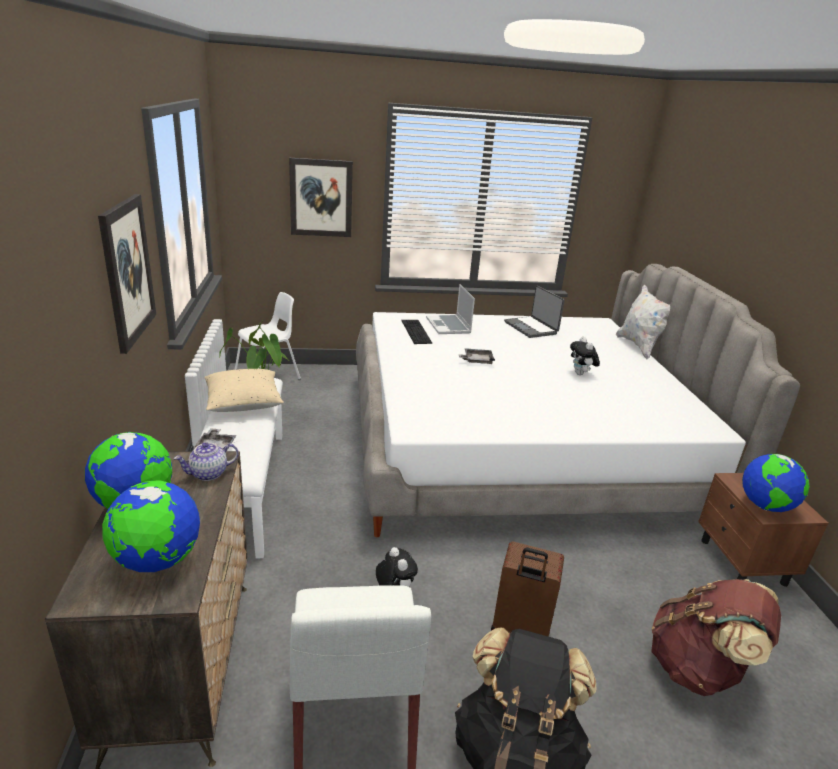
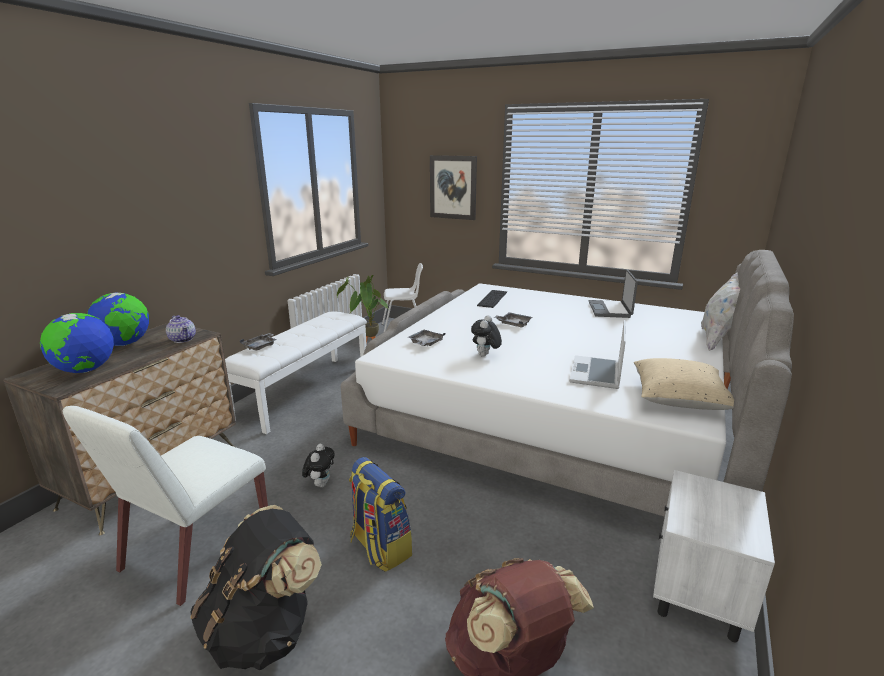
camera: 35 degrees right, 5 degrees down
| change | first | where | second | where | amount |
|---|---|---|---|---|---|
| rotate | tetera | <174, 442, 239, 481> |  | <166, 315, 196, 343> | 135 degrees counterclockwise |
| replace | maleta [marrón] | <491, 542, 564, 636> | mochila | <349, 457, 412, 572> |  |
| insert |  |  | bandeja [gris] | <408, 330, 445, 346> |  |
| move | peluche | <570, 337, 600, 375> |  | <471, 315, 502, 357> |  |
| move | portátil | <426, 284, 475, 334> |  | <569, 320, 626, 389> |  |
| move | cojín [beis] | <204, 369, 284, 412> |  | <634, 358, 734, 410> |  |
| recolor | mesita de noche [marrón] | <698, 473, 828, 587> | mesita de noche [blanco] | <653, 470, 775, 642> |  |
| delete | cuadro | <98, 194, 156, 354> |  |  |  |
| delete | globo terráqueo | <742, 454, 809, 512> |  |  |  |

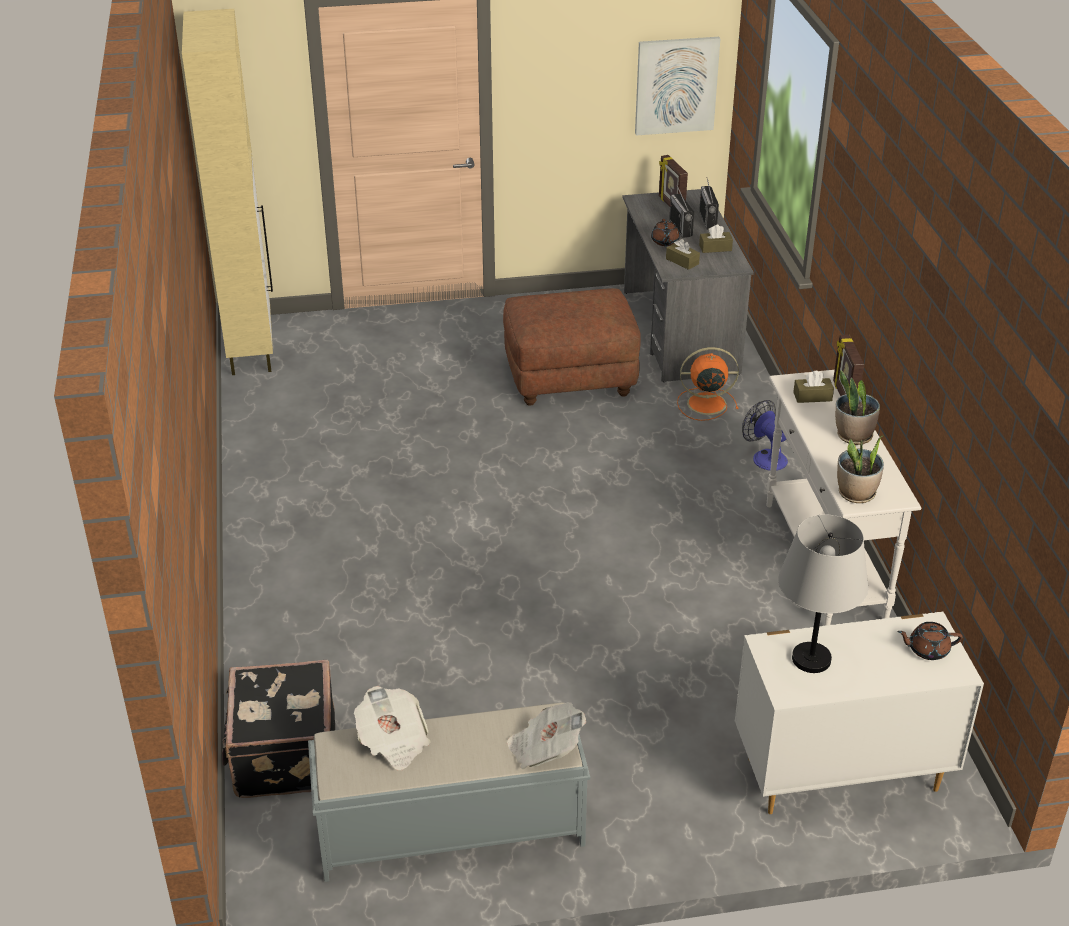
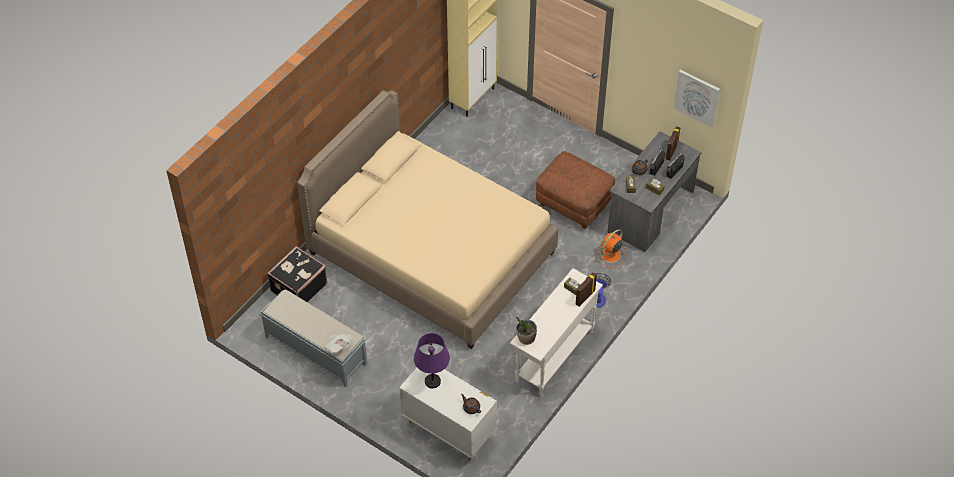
camera: 45 degrees right, 15 degrees up
| change | first | where | second | where | amount |
|---|---|---|---|---|---|
| insert |  |  | cama [beis] | <297, 90, 559, 349> |  |
| recolor | lámpara de mesa [gris] | <778, 515, 868, 673> | lámpara de mesa [morado] | <414, 333, 450, 388> |  |
| rotate | ventilador [naranja] | <677, 347, 739, 421> |  | <595, 229, 625, 268> | 90 degrees counterclockwise |
| delete | periódico | <354, 686, 430, 770> |  |  |  |
| delete | planta en maceta | <835, 370, 880, 445> |  |  |  |

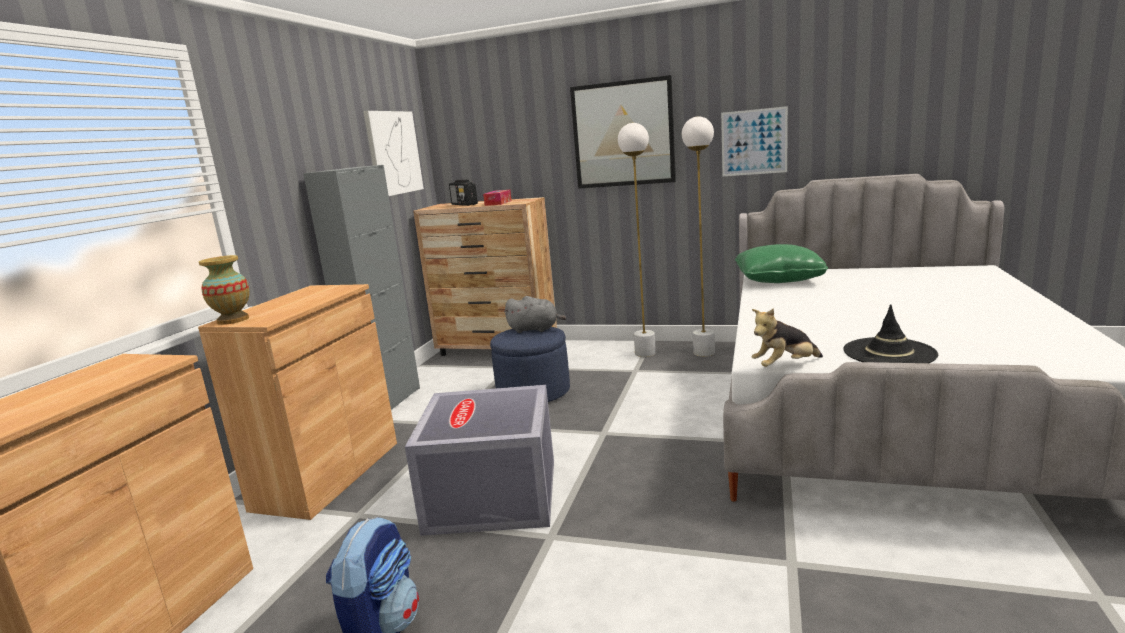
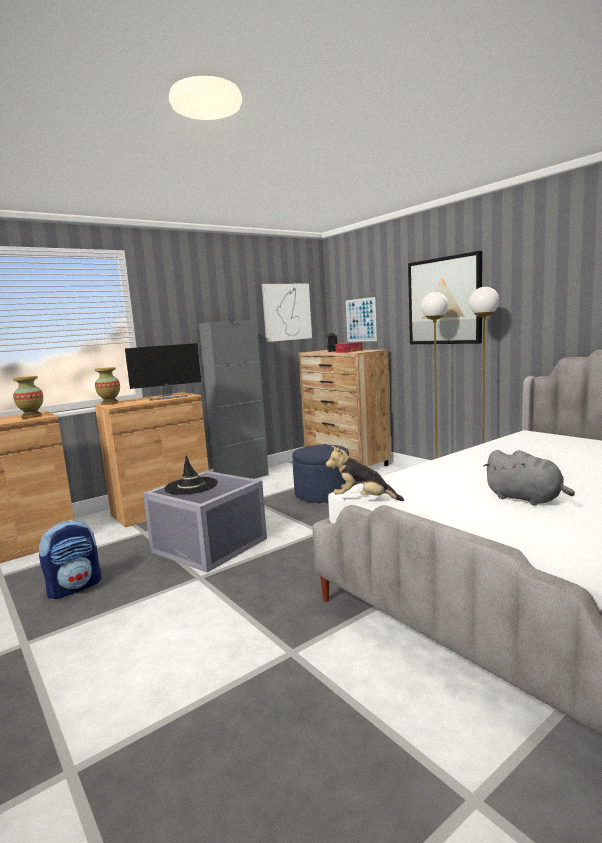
camera: 35 degrees right, 5 degrees down
| change | first | where | second | where | amount |
|---|---|---|---|---|---|
| insert |  |  | florero | <13, 376, 43, 418> |  |
| insert |  |  | monitor | <125, 343, 201, 401> |  |
| move | sombrero [negro] | <844, 304, 938, 363> |  | <164, 456, 218, 495> |  |
| move | cuadro | <721, 106, 788, 176> |  | <346, 297, 377, 342> |  |
| move | peluche [gris] | <504, 296, 566, 333> |  | <483, 450, 575, 505> |  |
| delete | cojín [verde] | <735, 244, 828, 283> |  |  |  |

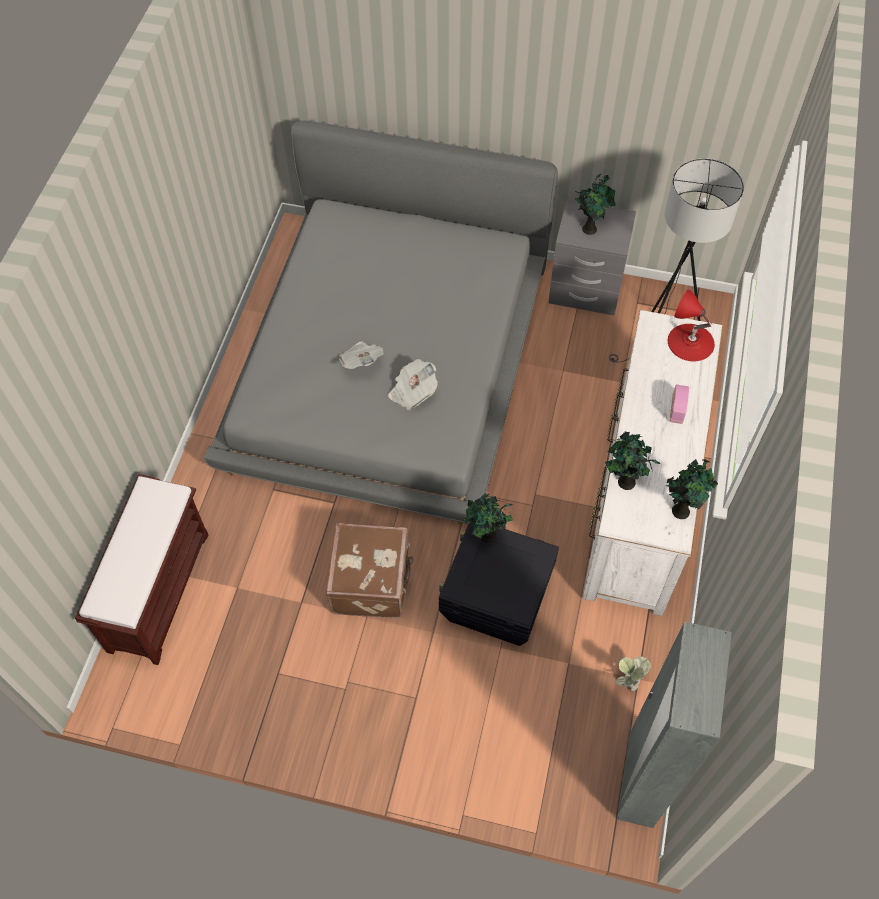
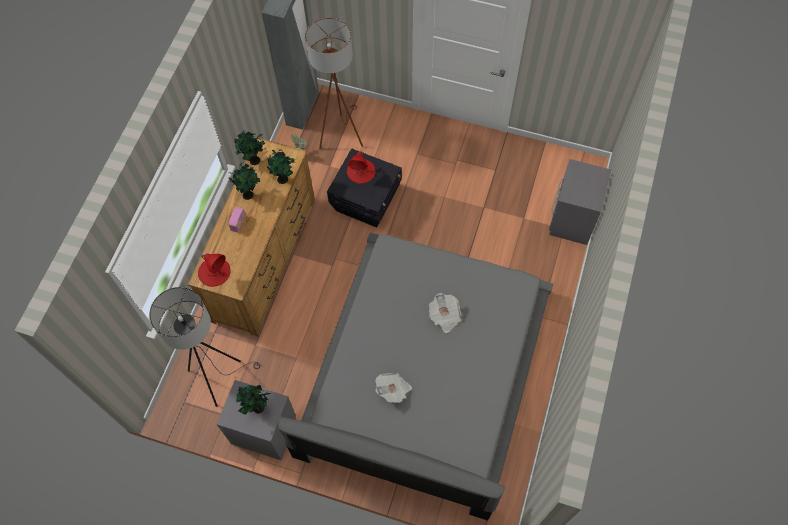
camera: 175 degrees left, 5 degrees up
| change | first | where | second | where | amount |
|---|---|---|---|---|---|
| recolor | cómoda [blanco] | <582, 310, 723, 616> | cómoda [marrón] | <188, 137, 315, 337> |  |
| move | planta en maceta | <464, 493, 513, 543> |  | <229, 163, 260, 200> |  |
| insert |  |  | lámpara de pie [marrón] | <305, 18, 363, 149> |  |
| insert |  |  | lámpara de mesa [rojo] | <347, 151, 376, 184> |  |
| move | periódico | <388, 359, 438, 410> |  | <375, 373, 412, 403> |  |
| replace | banco [marrón] | <75, 474, 208, 665> | mesita de noche [gris] | <549, 159, 611, 245> |  |
| delete | maleta [marrón] | <326, 523, 414, 618> |  |  |  |

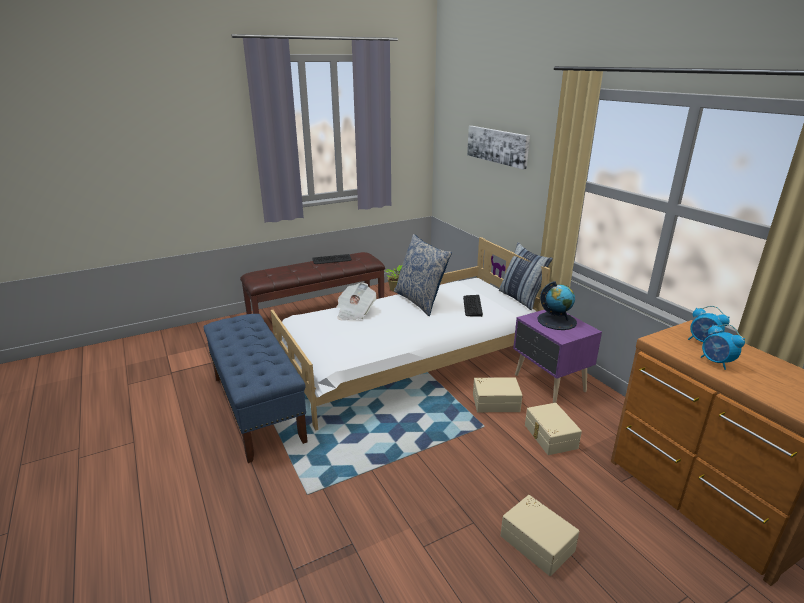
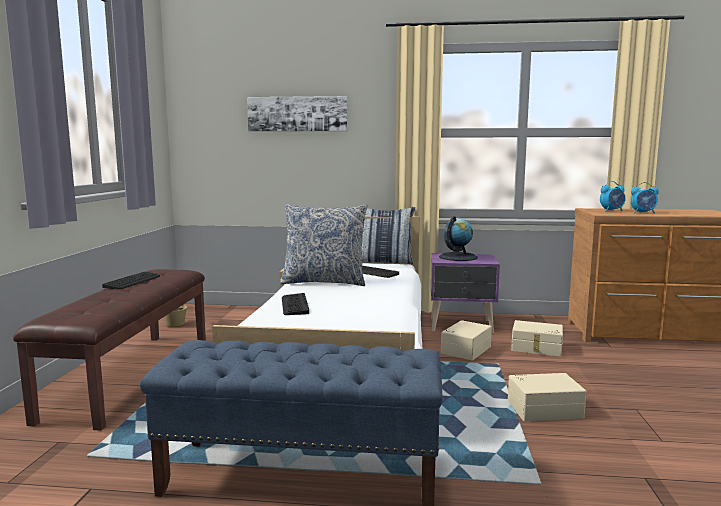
camera: 55 degrees left, 15 degrees down
| change | first | where | second | where | amount |
|---|---|---|---|---|---|
| replace | periódico | <337, 283, 377, 321> | teclado | <282, 293, 309, 315> |  |
| move | caja de almacenaje [beis] | <500, 495, 579, 576> |  | <508, 373, 586, 421> |  |

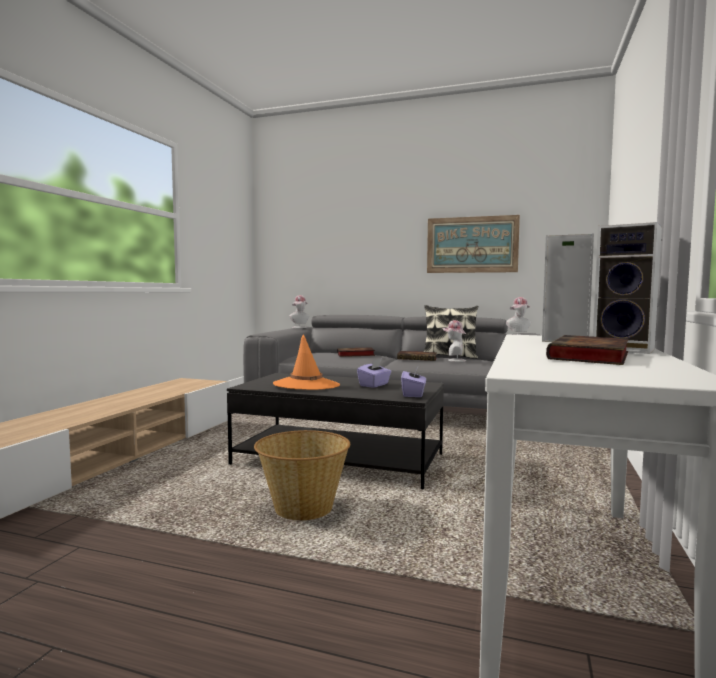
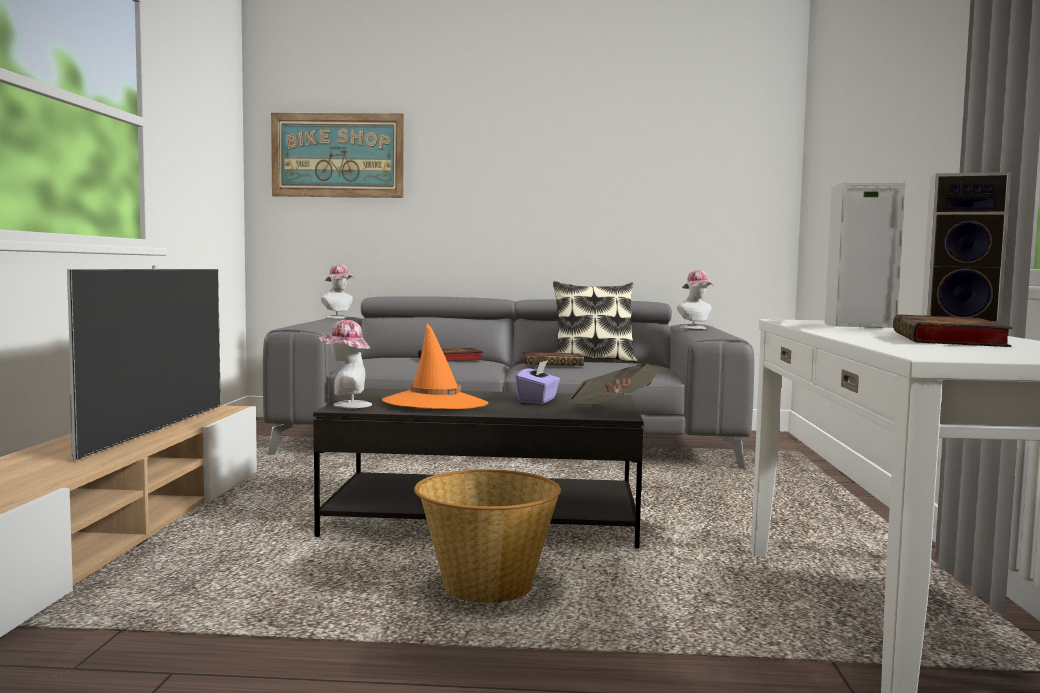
camera: 15 degrees left, 0 degrees up
| change | first | where | second | where | amount |
|---|---|---|---|---|---|
| insert |  |  | televisor | <67, 265, 221, 460> |  |
| move | cuadro | <427, 215, 520, 273> |  | <271, 113, 404, 198> |  |
| move | sombrero | <442, 320, 466, 362> |  | <319, 320, 372, 408> |  |
| replace | caja de pañuelos [morado] | <401, 365, 426, 397> | periódico | <567, 363, 660, 404> |  |

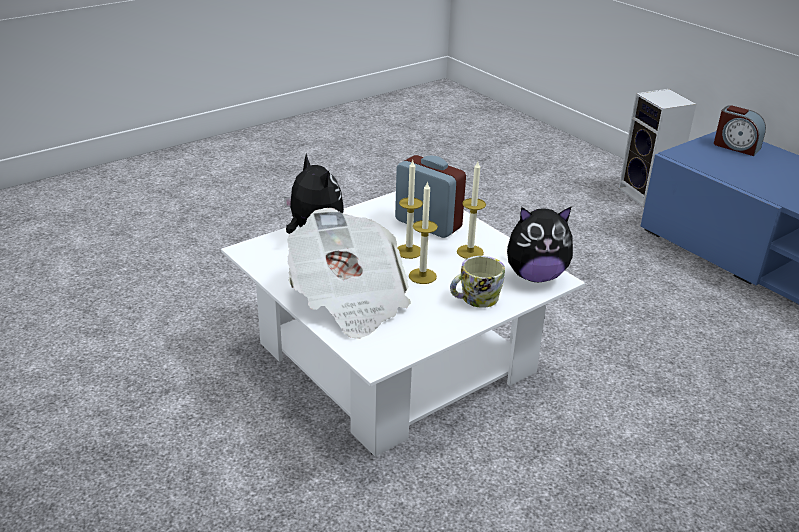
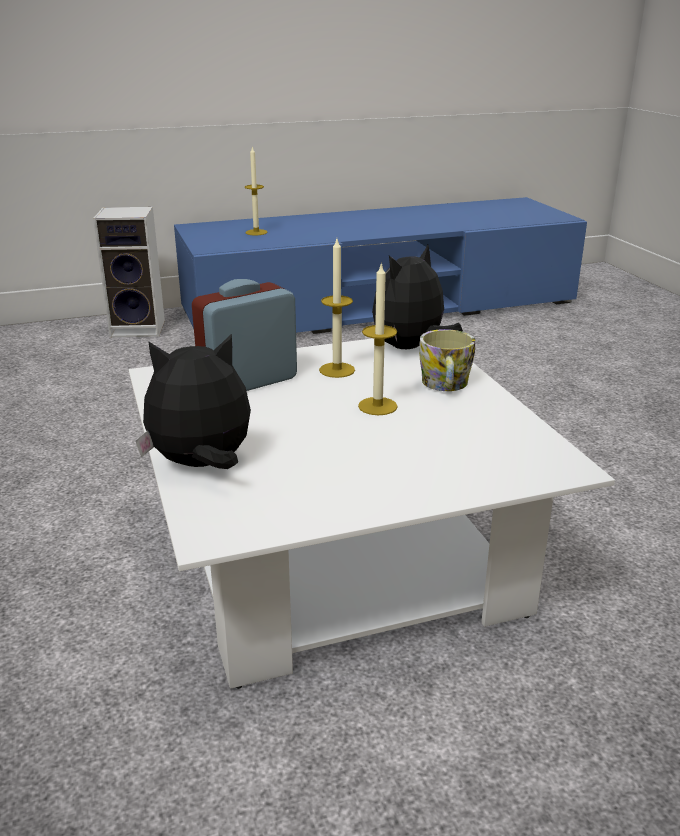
camera: 70 degrees left, 5 degrees down
| change | first | where | second | where | amount |
|---|---|---|---|---|---|
| move | vela | <397, 160, 423, 259> |  | <245, 147, 267, 235> |  |
| rotate | peluche | <507, 206, 573, 282> |  | <372, 244, 463, 349> | 150 degrees counterclockwise |
| delete | periódico | <287, 208, 411, 339> |  |  |  |
| delete | despertador | <714, 105, 766, 156> |  |  |  |

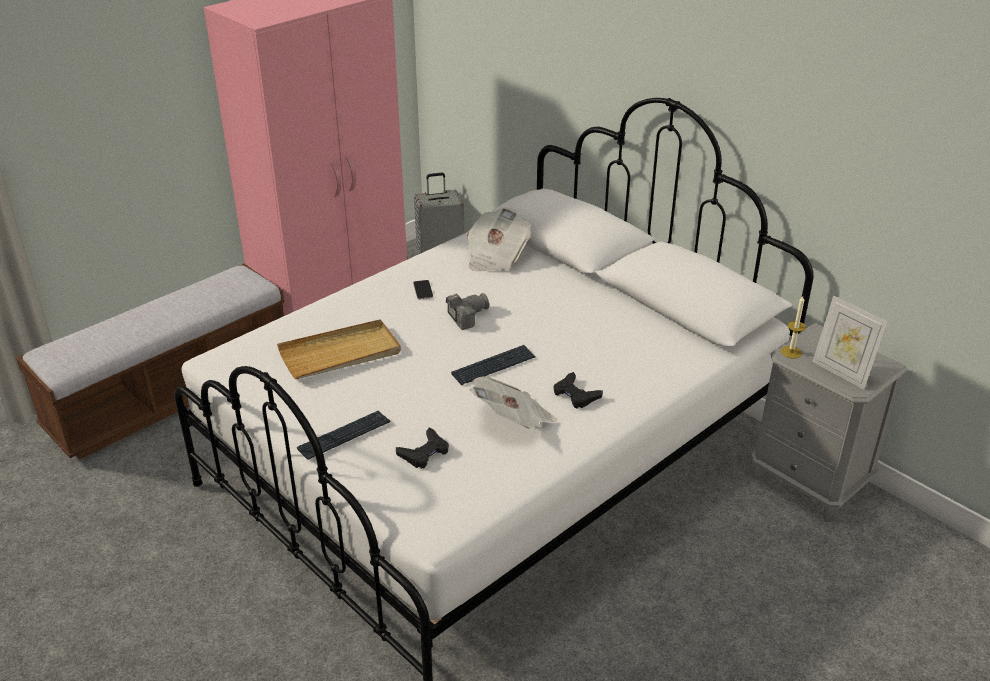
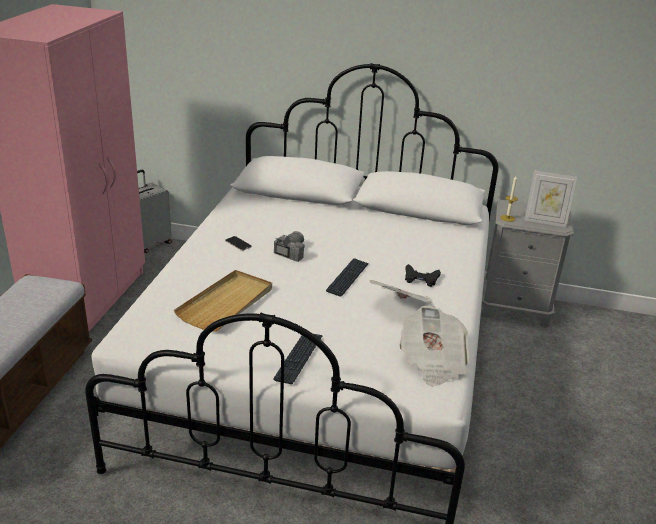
camera: 35 degrees left, 5 degrees down
| change | first | where | second | where | amount |
|---|---|---|---|---|---|
| move | periódico | <466, 208, 531, 271> |  | <399, 305, 469, 387> |  |
| delete | mando de consola [negro] | <396, 428, 449, 469> |  |  |  |

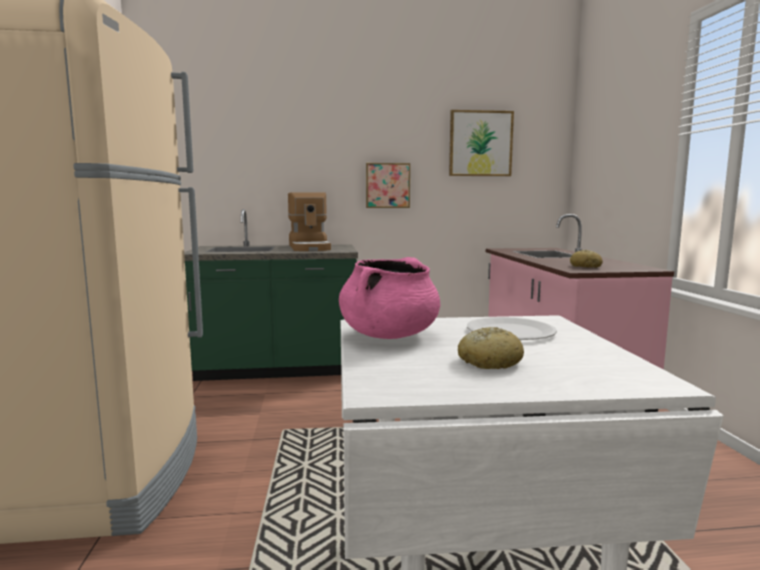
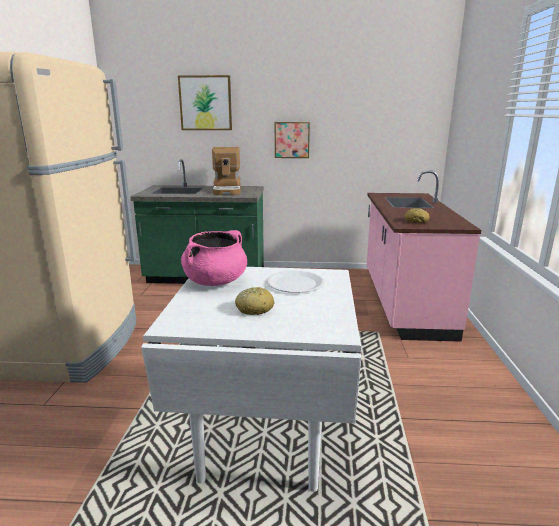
camera: 10 degrees right, 10 degrees up
| change | first | where | second | where | amount |
|---|---|---|---|---|---|
| move | cuadro | <449, 110, 514, 176> |  | <178, 75, 232, 130> |  |

